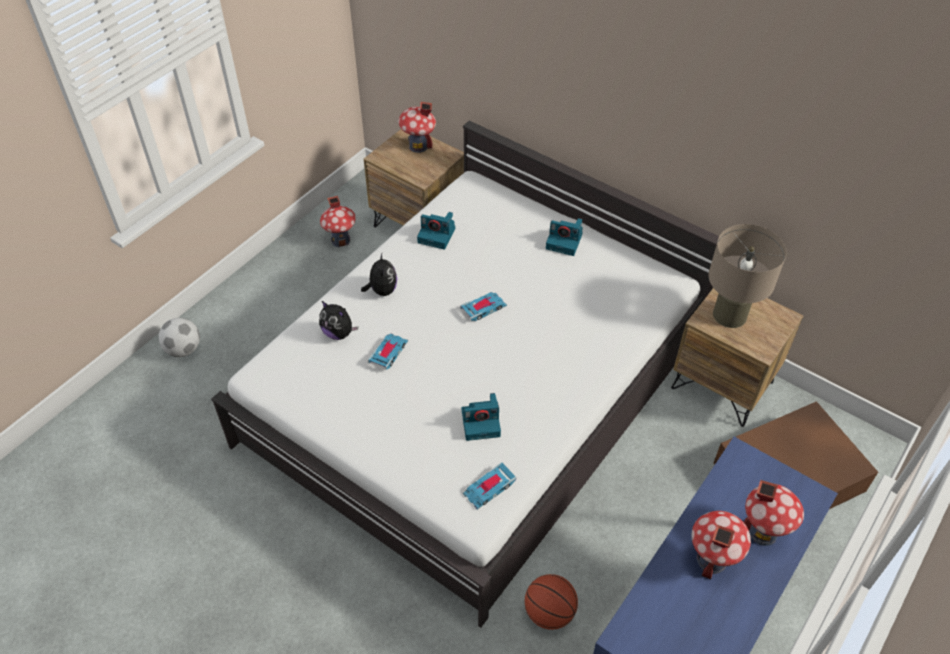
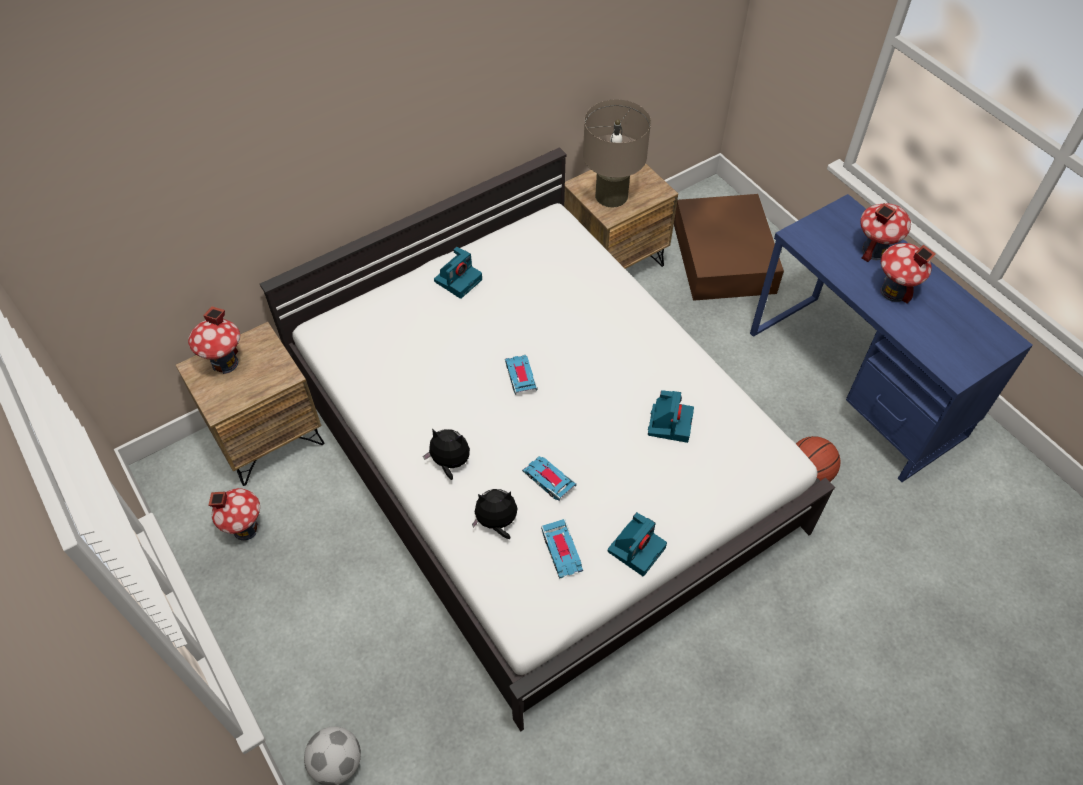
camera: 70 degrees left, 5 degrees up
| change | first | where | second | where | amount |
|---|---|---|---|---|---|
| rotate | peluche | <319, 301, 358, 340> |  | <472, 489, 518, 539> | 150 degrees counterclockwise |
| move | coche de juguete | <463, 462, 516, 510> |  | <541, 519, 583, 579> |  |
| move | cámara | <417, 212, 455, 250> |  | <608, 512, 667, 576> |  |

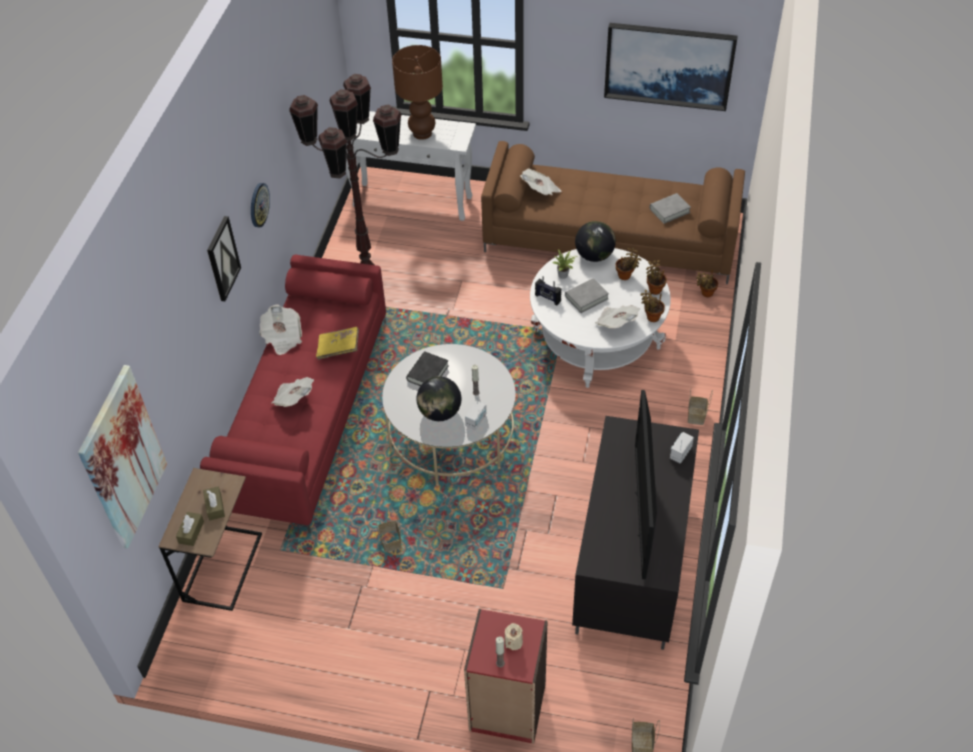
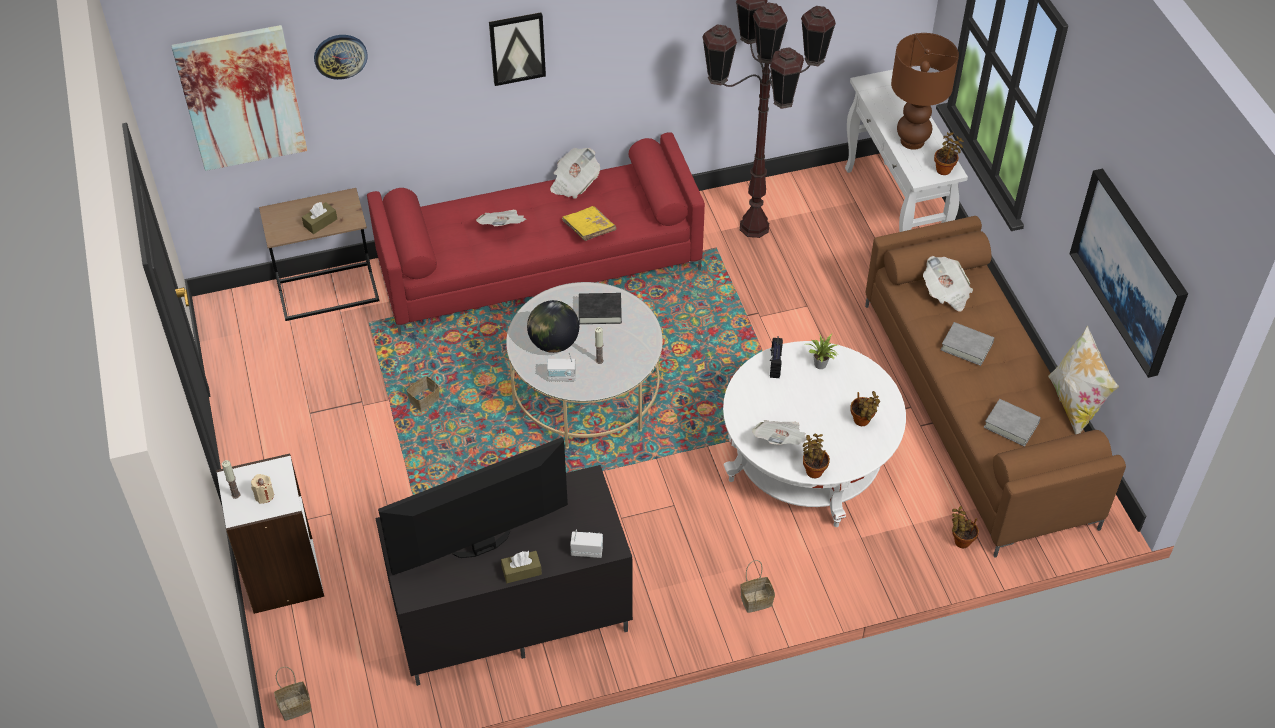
camera: 60 degrees right, 0 degrees up
| change | first | where | second | where | amount |
|---|---|---|---|---|---|
| recolor | estantería [rojo] | <464, 609, 547, 744> | estantería [blanco] | <216, 454, 324, 614> |  |
| move | reloj de pared | <251, 183, 270, 228> |  | <314, 35, 368, 80> |  |
| move | caja de pañuelos [marrón] | <176, 512, 204, 546> |  | <501, 551, 542, 583> |  |
| move | planta en maceta | <646, 260, 667, 295> |  | <934, 132, 964, 175> |  |
| move | libro [gris] | <565, 278, 609, 313> |  | <941, 322, 994, 366> |  |
| insert |  |  | cojín | <1048, 325, 1119, 434> |  |
| delete | globo terráqueo | <575, 221, 616, 262> |  |  |  |

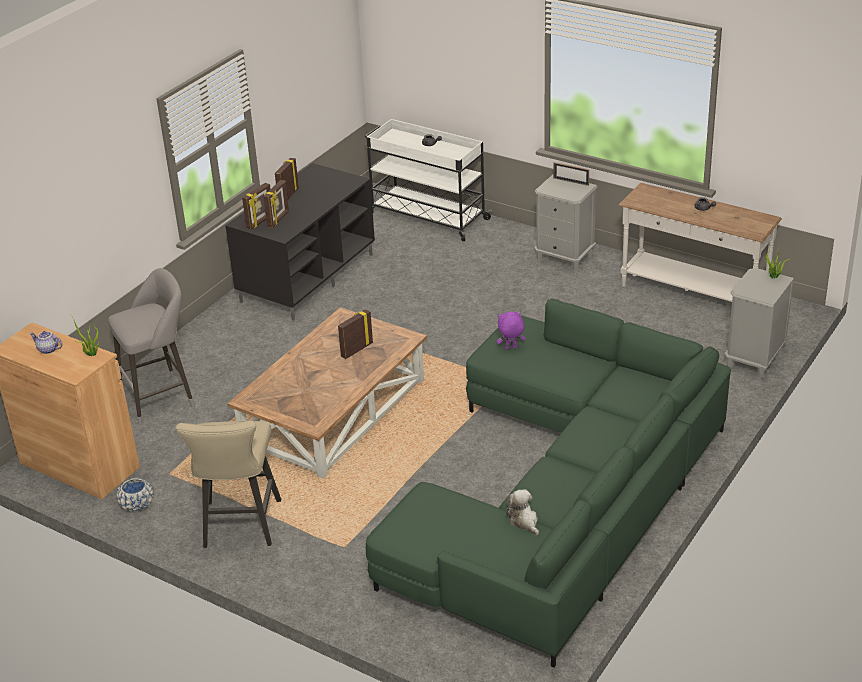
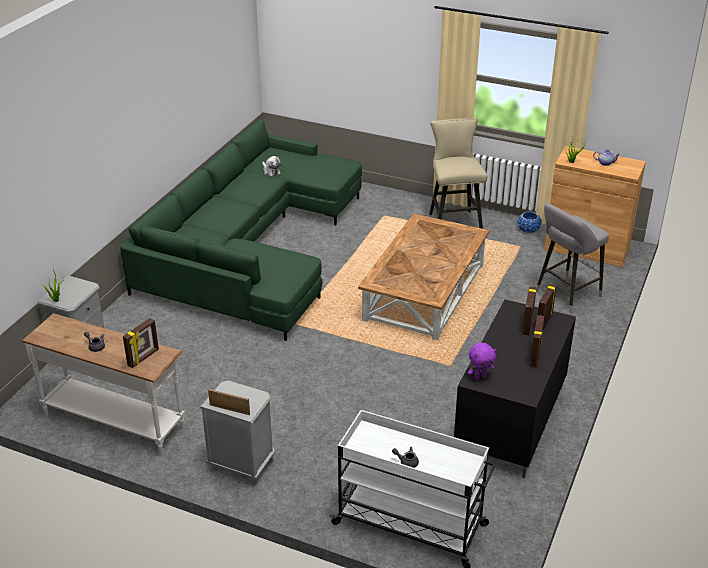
camera: 170 degrees right, 0 degrees up
| change | first | where | second | where | amount |
|---|---|---|---|---|---|
| move | portarretratos | <338, 309, 373, 359> |  | <123, 318, 159, 368> |  |
| move | peluche [morado] | <497, 311, 525, 349> |  | <468, 343, 496, 380> |  |

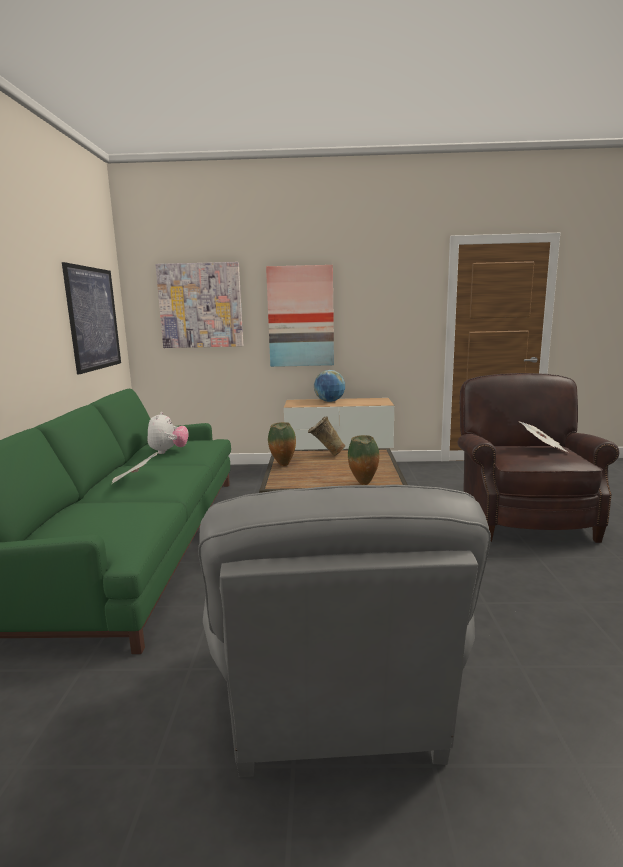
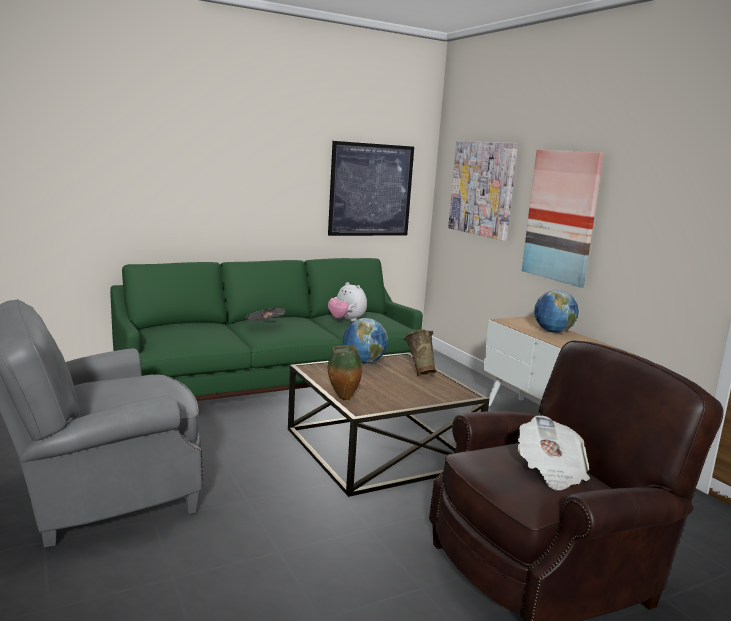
camera: 60 degrees right, 0 degrees up
| change | first | where | second | where | amount |
|---|---|---|---|---|---|
| rotate | peluche | <147, 412, 188, 454> |  | <328, 282, 367, 321> | 75 degrees clockwise |
| replace | florero | <268, 422, 296, 466> | globo terráqueo | <343, 318, 388, 364> |  |

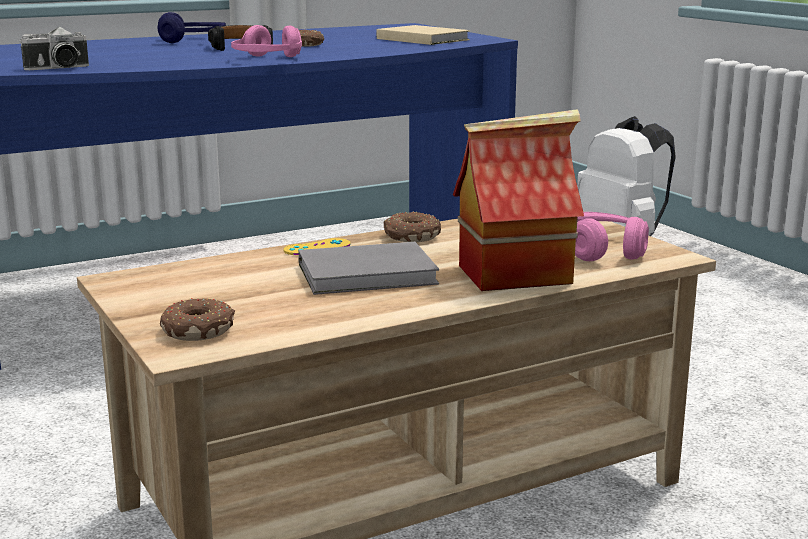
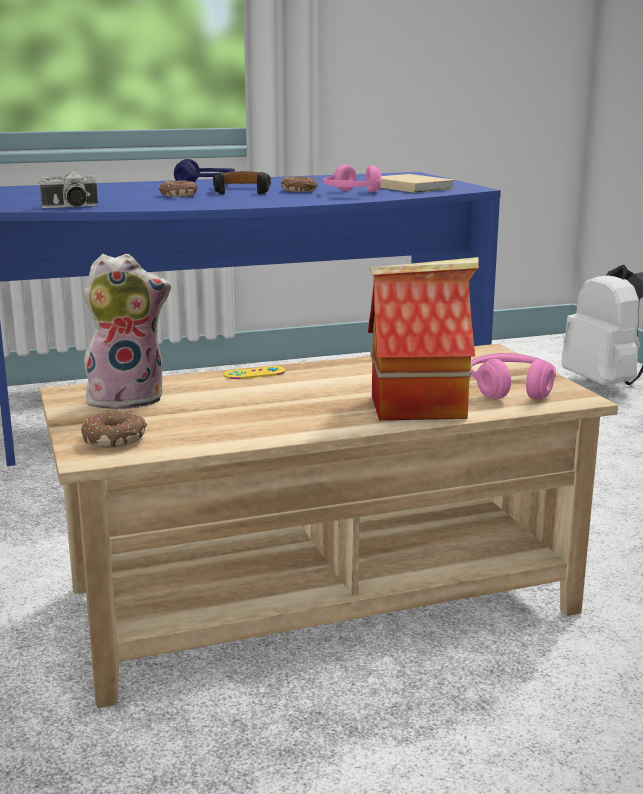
camera: 10 degrees right, 0 degrees up
| change | first | where | second | where | amount |
|---|---|---|---|---|---|
| insert |  |  | peluche | <83, 254, 171, 410> |  |
| move | rosquilla | <384, 212, 441, 242> |  | <159, 180, 197, 197> |  |
| move | auriculares [rosa] | <231, 25, 302, 57> |  | <323, 165, 382, 192> |  |
| delete | libro [gris] | <299, 242, 439, 295> |  |  |  |

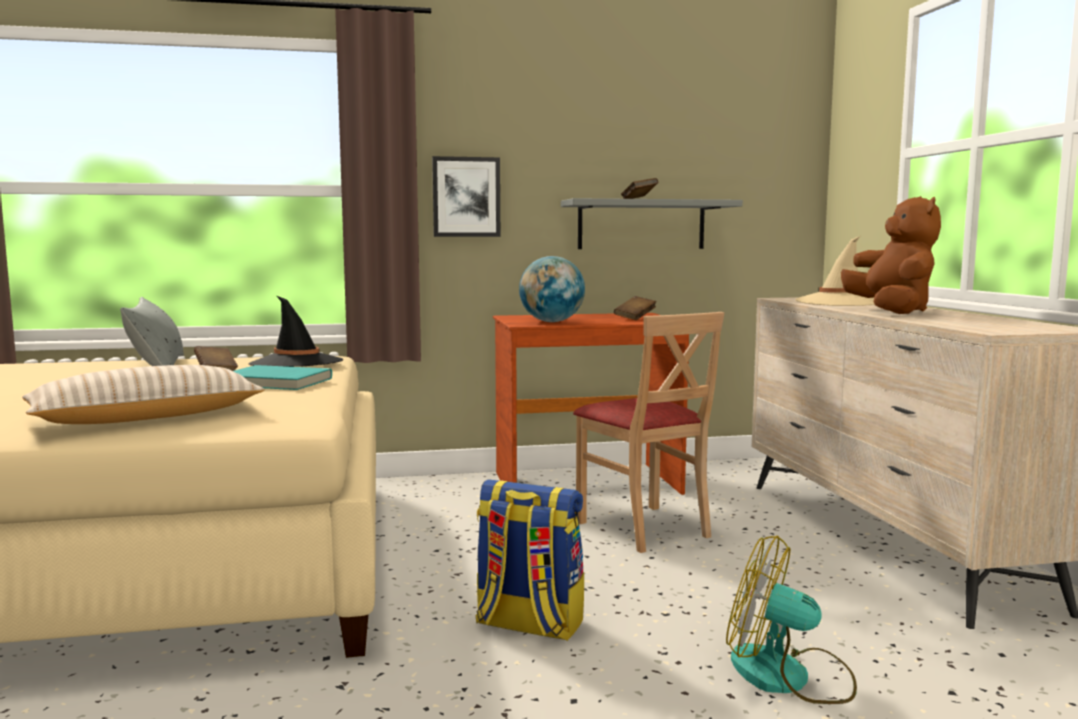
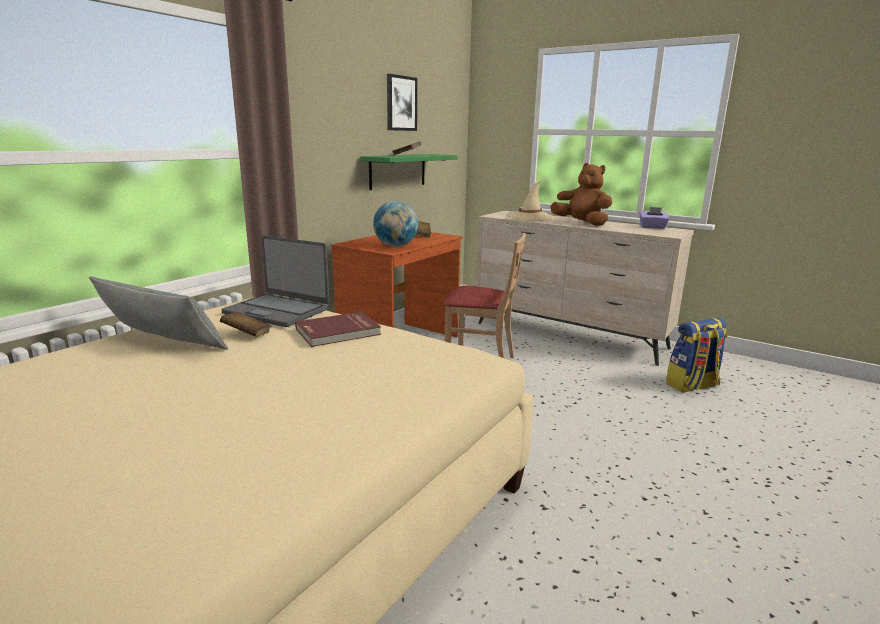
camera: 45 degrees left, 10 degrees up
| change | first | where | second | where | amount |
|---|---|---|---|---|---|
| replace | sombrero [negro] | <249, 296, 343, 367> | portátil | <221, 235, 329, 327> |  |
| recolor | libro [turquesa] | <234, 365, 332, 390> | libro [rojo] | <295, 312, 381, 347> |  |
| recolor | estante [gris] | <561, 198, 743, 249> | estante [verde] | <360, 154, 458, 190> |  |
| move | cuadro | <432, 156, 500, 237> |  | <387, 74, 417, 131> |  |
| insert |  |  | caja de pañuelos [morado] | <639, 207, 669, 229> |  |
| move | mochila | <476, 479, 584, 641> |  | <666, 318, 728, 393> |  |
| delete | cojín [beis] | <22, 365, 265, 424> |  |  |  |
| delete | ventilador | <726, 535, 857, 704> |  |  |  |

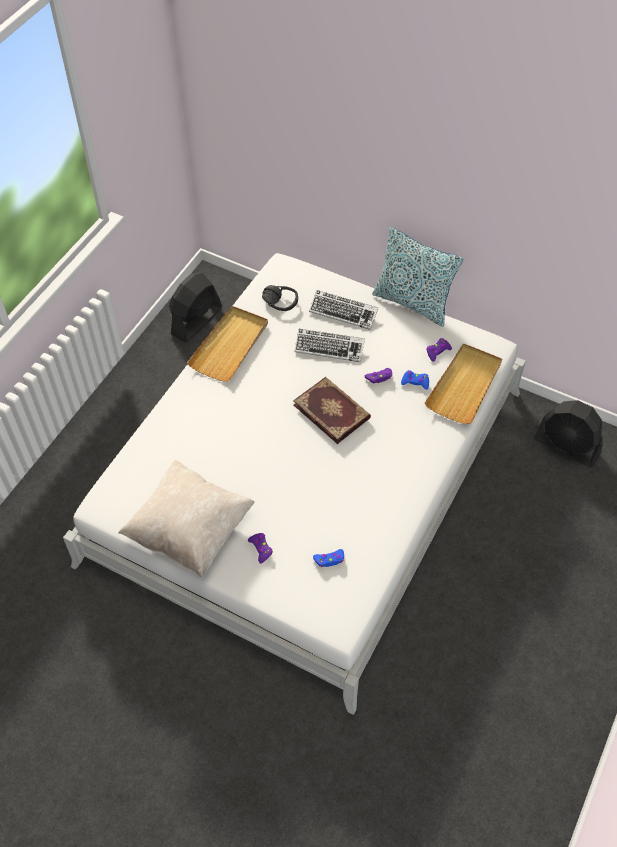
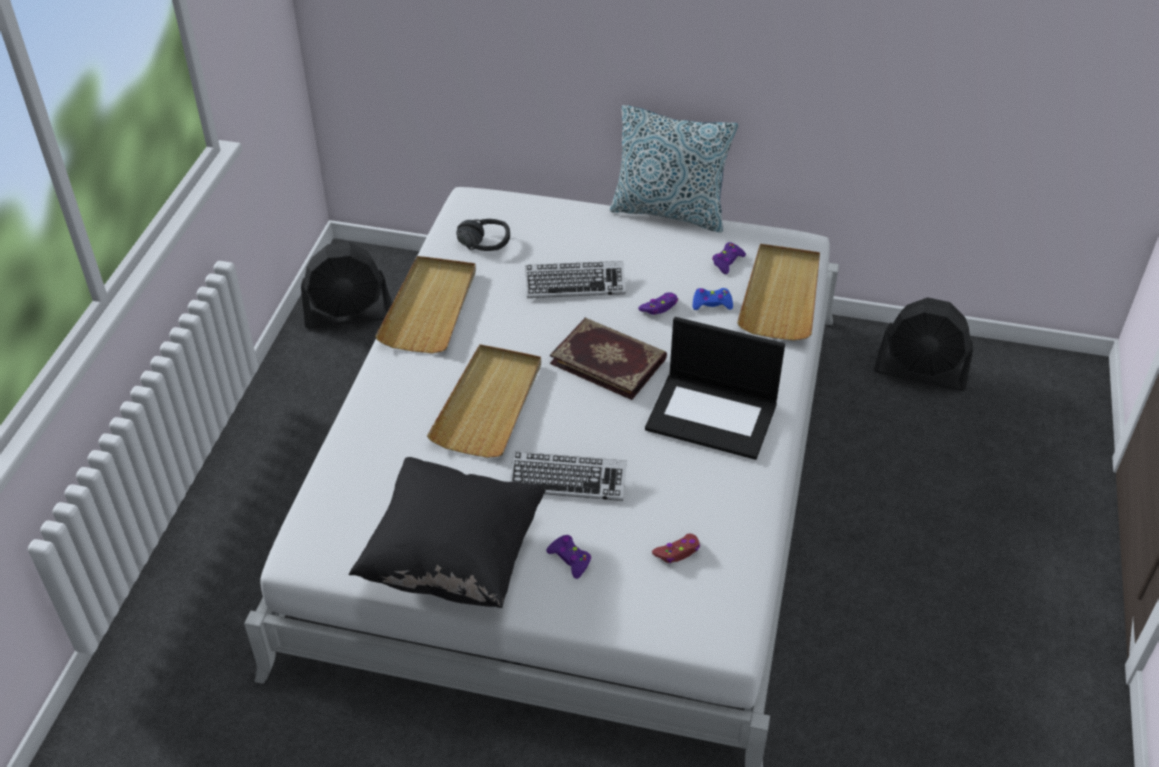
camera: 15 degrees left, 10 degrees down
| change | first | where | second | where | amount |
|---|---|---|---|---|---|
| rotate | ventilador [negro] | <169, 273, 222, 343> |  | <301, 242, 392, 328> | 120 degrees counterclockwise |
| recolor | cojín [beis] | <118, 460, 255, 578> | cojín [negro] | <349, 457, 546, 608> |  |
| insert |  |  | bandeja [beis] | <427, 344, 541, 458> |  |
| move | teclado | <309, 290, 378, 330> |  | <510, 451, 627, 501> |  |
| insert |  |  | portátil | <645, 317, 785, 460> |  |
| recolor | mando de consola [azul] | <313, 549, 344, 567> | mando de consola [rojo] | <652, 534, 700, 563> |  |

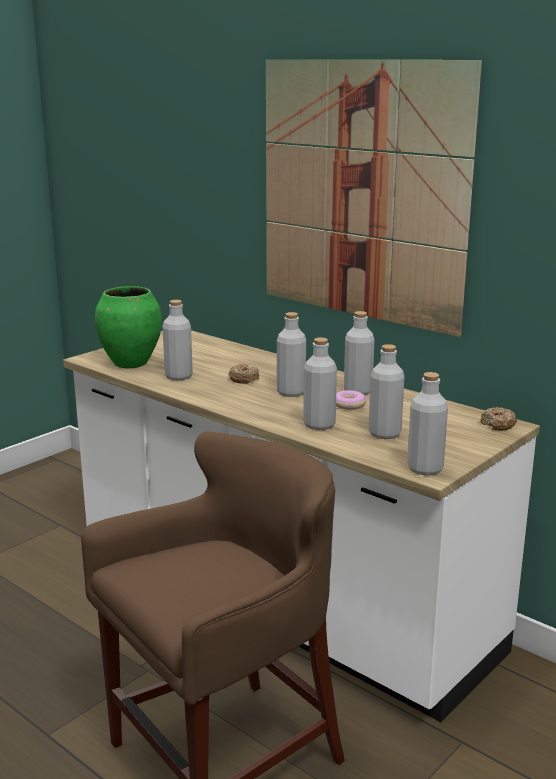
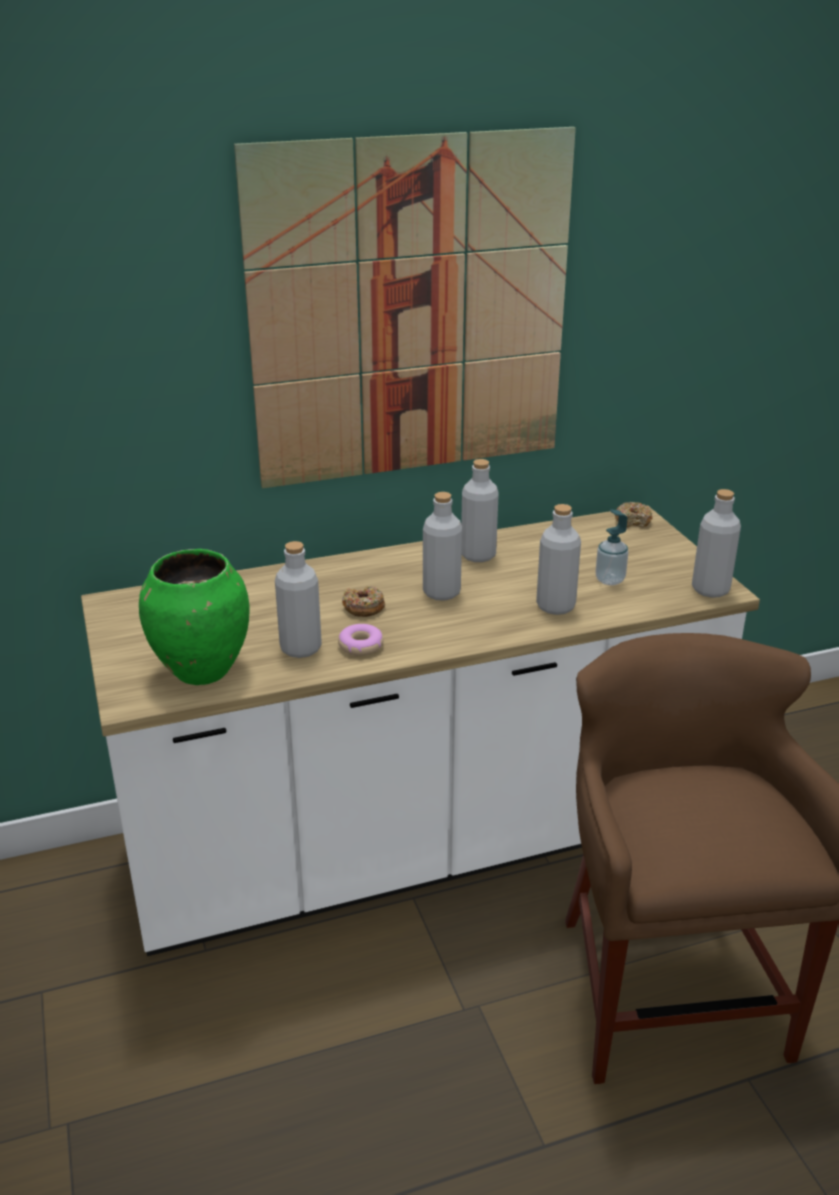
camera: 60 degrees left, 10 degrees up
| change | first | where | second | where | amount |
|---|---|---|---|---|---|
| move | rosquilla | <336, 390, 366, 410> |  | <338, 624, 384, 656> |  |
| replace | botella [gris] | <368, 344, 405, 439> | dispensador de jabón | <596, 509, 628, 585> |  |

